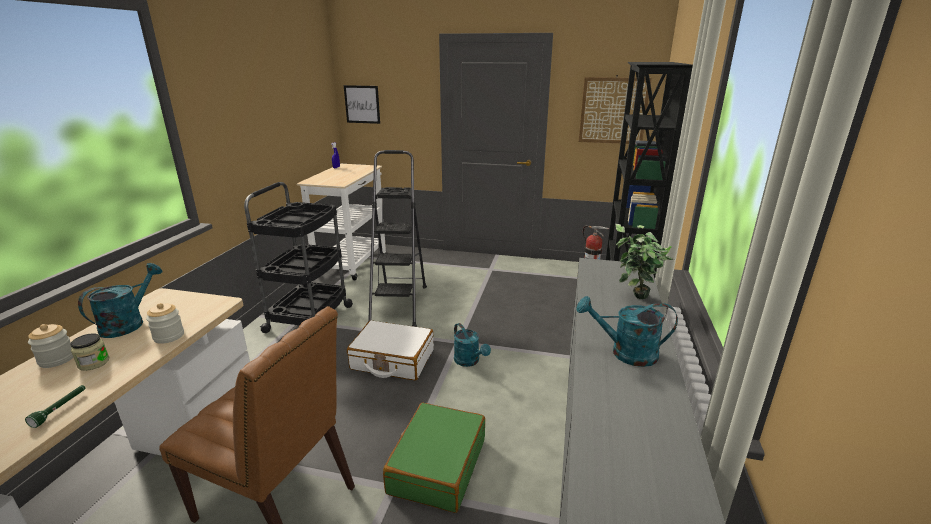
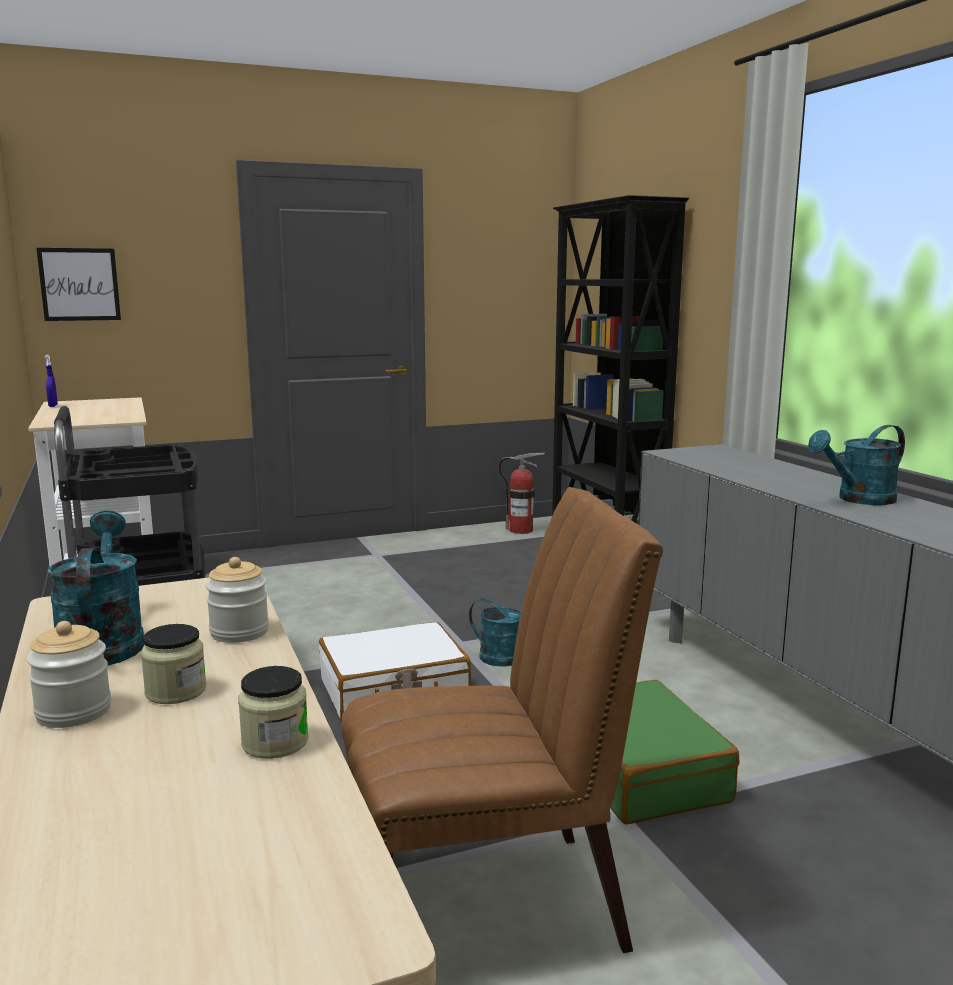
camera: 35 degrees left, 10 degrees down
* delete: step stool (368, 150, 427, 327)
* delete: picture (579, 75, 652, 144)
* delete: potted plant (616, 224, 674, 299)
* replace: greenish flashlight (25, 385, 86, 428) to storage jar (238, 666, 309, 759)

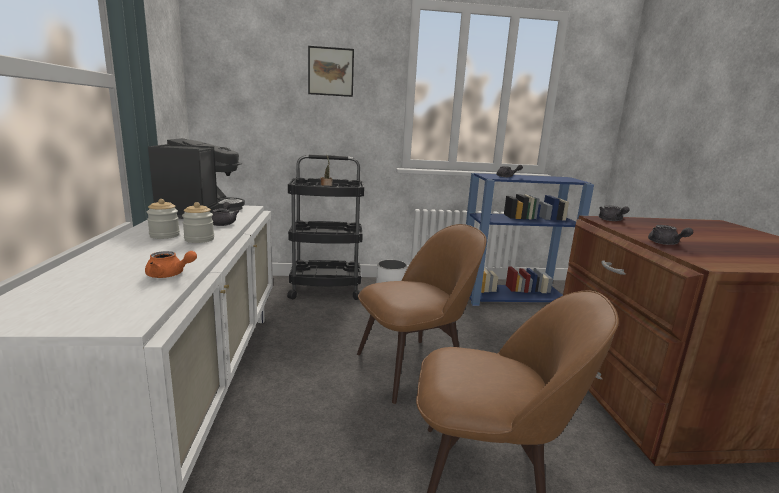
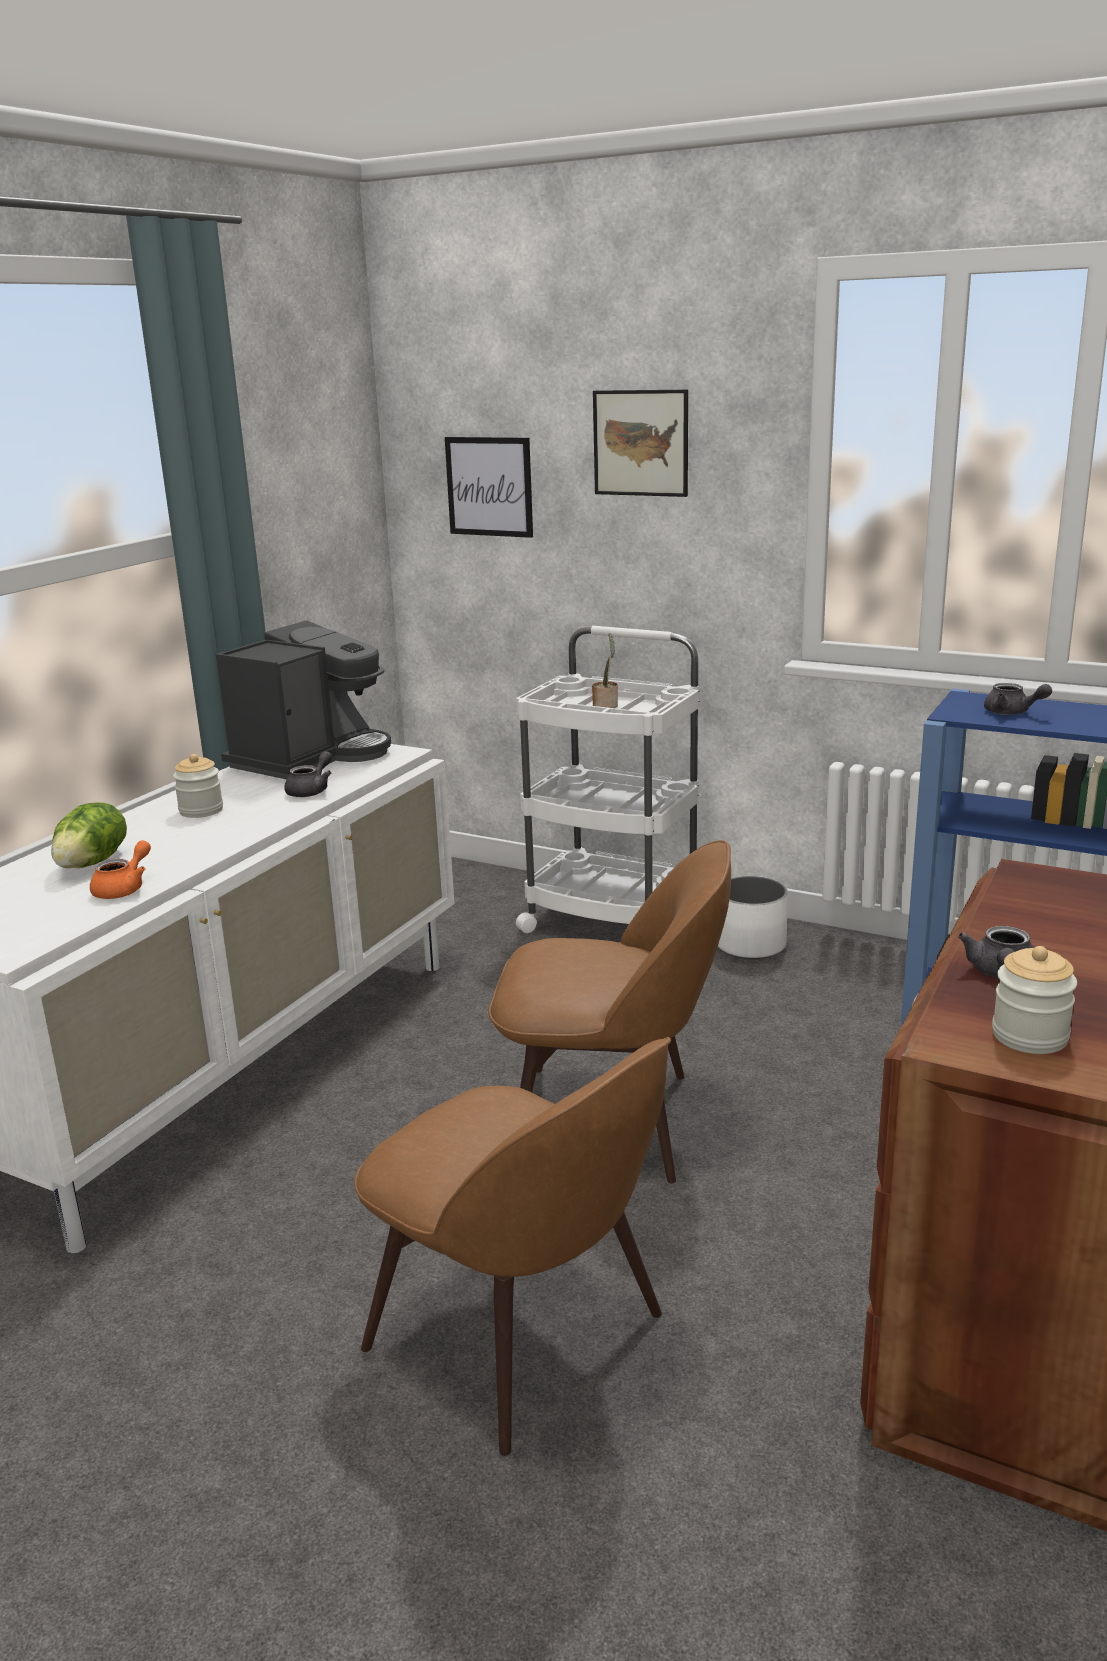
camera: 35 degrees right, 5 degrees up
* delete: gray teapot (599, 205, 630, 221)
* insert: lettuce head (51, 802, 127, 868)
* insert: picture (445, 437, 533, 538)
* move: storage jar (182, 202, 214, 243) to (992, 946, 1077, 1054)
* recolor: black-coloured wheeled cart (287, 155, 364, 300) to white wheeled cart (516, 626, 700, 933)
* rotate: orangey teapot (145, 251, 197, 278) = (90, 840, 151, 899) 105 degrees counterclockwise

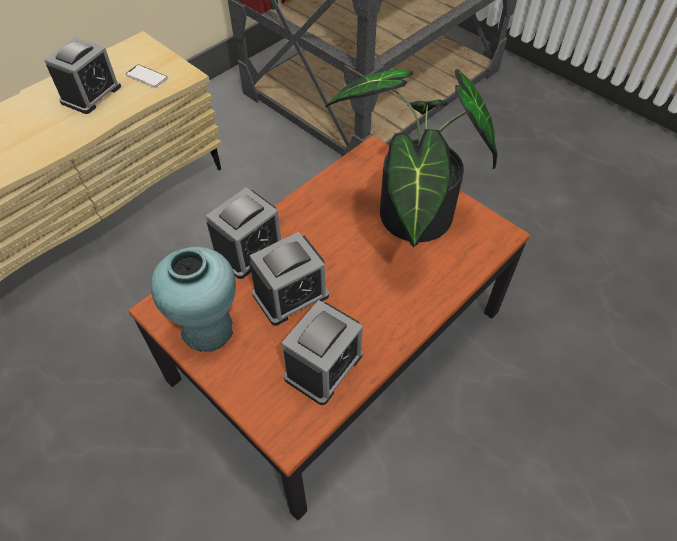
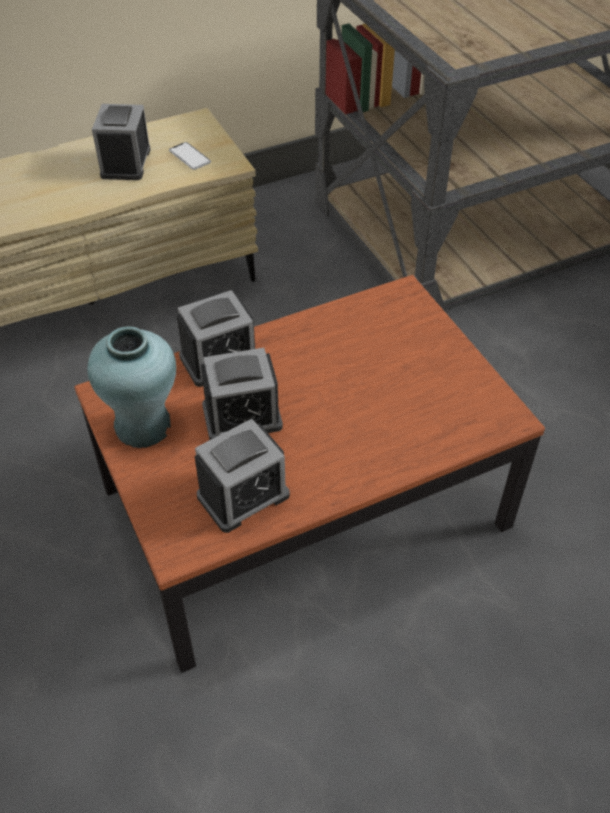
camera: 20 degrees right, 5 degrees down
* delete: potted plant (325, 69, 498, 247)
* rotate: alarm clock (44, 37, 121, 114) = (92, 104, 151, 180) 135 degrees clockwise

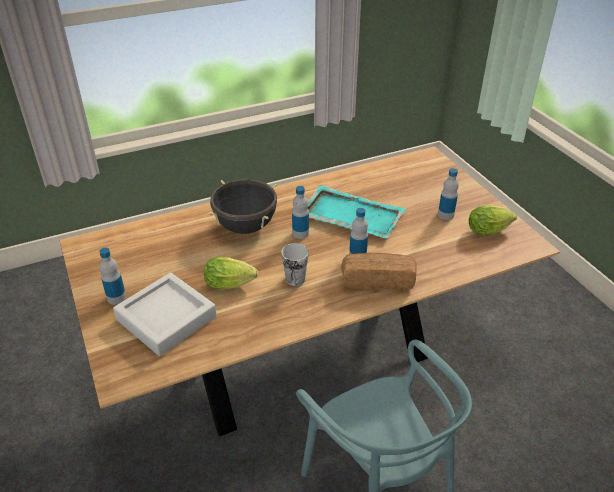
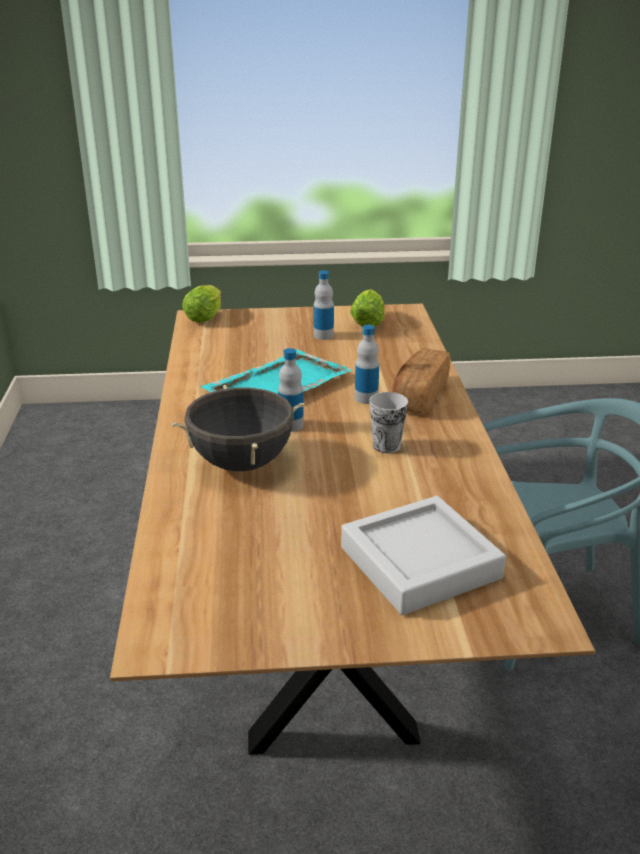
camera: 70 degrees left, 10 degrees down
* delete: drink bottle (99, 248, 126, 305)
* move: lettuce head (204, 257, 258, 289) to (182, 285, 221, 323)

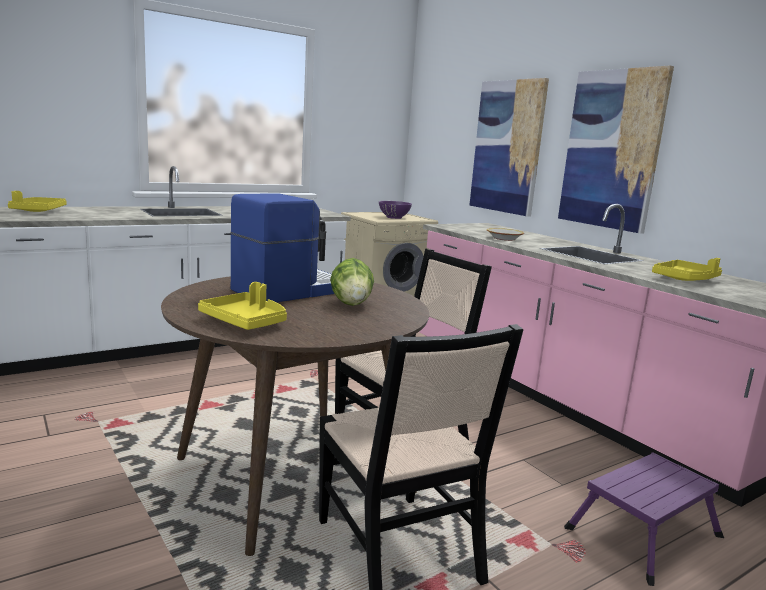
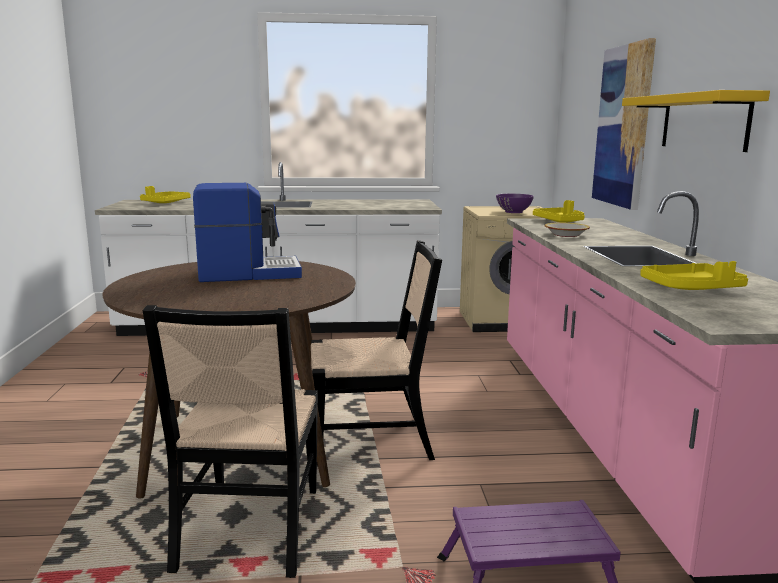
camera: 30 degrees right, 0 degrees up
* delete: lettuce head (330, 258, 374, 306)
* move: yellow-coloured tray (198, 282, 287, 330) to (533, 200, 585, 223)
* replace: picture (558, 66, 674, 234) to yellow-coloured bracket shelf (622, 90, 770, 152)

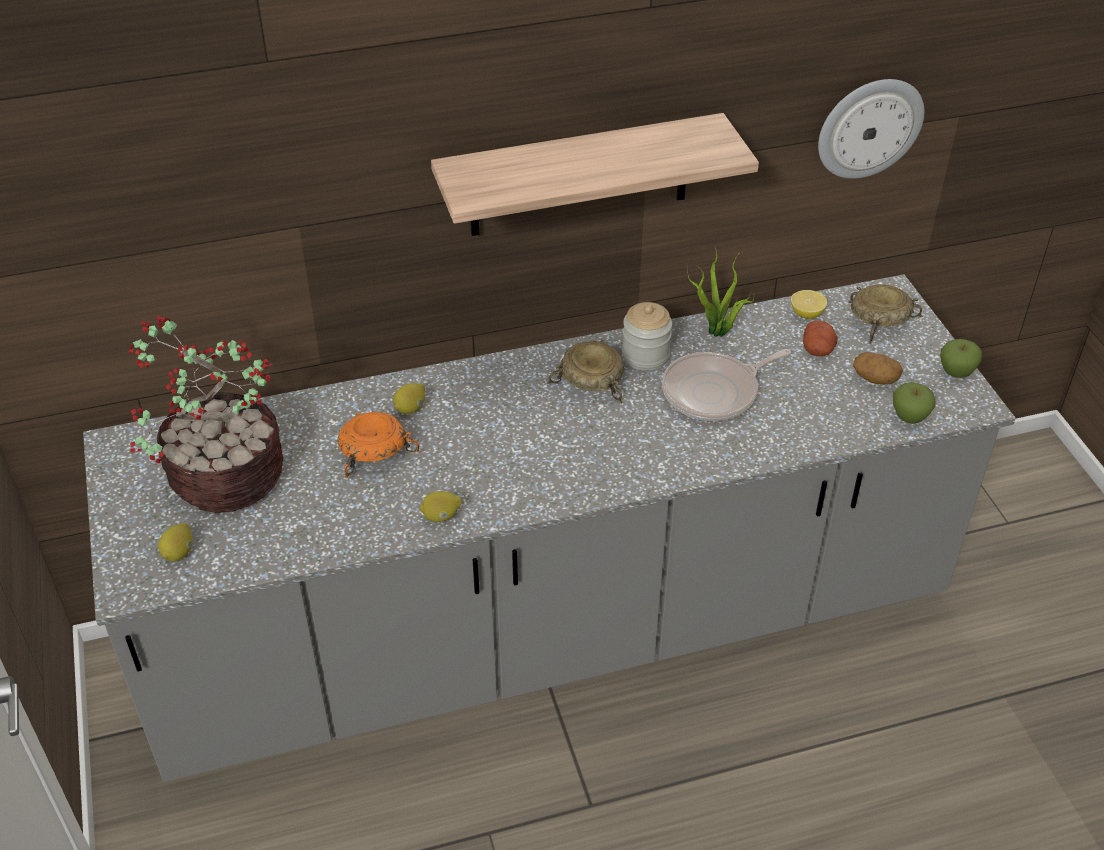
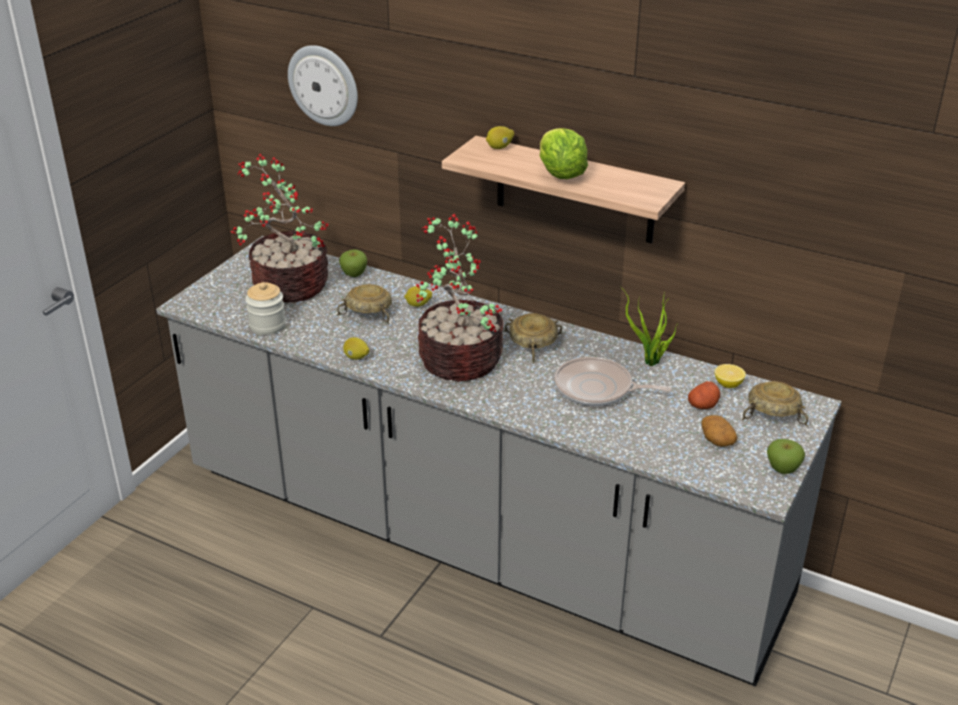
camera: 45 degrees right, 10 degrees down
* insert: potted plant (416, 214, 504, 382)
* insert: lettuce head (539, 128, 588, 179)
* move: whole lemon (158, 523, 193, 561) to (486, 126, 514, 149)
* move: storage jar (622, 302, 672, 371) to (245, 282, 286, 335)
* move: clock on the wall (818, 79, 924, 179) to (288, 45, 358, 126)
* move: apple (893, 383, 936, 424) to (339, 249, 367, 277)
* recolor: orangey deep dish (338, 412, 421, 479) to beige deep dish (337, 284, 392, 324)

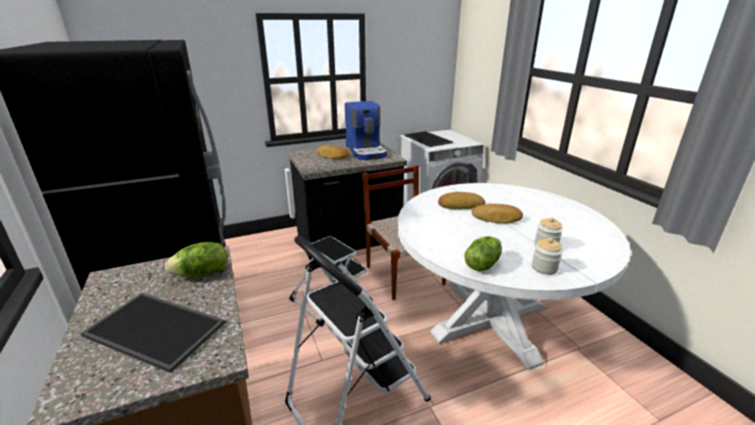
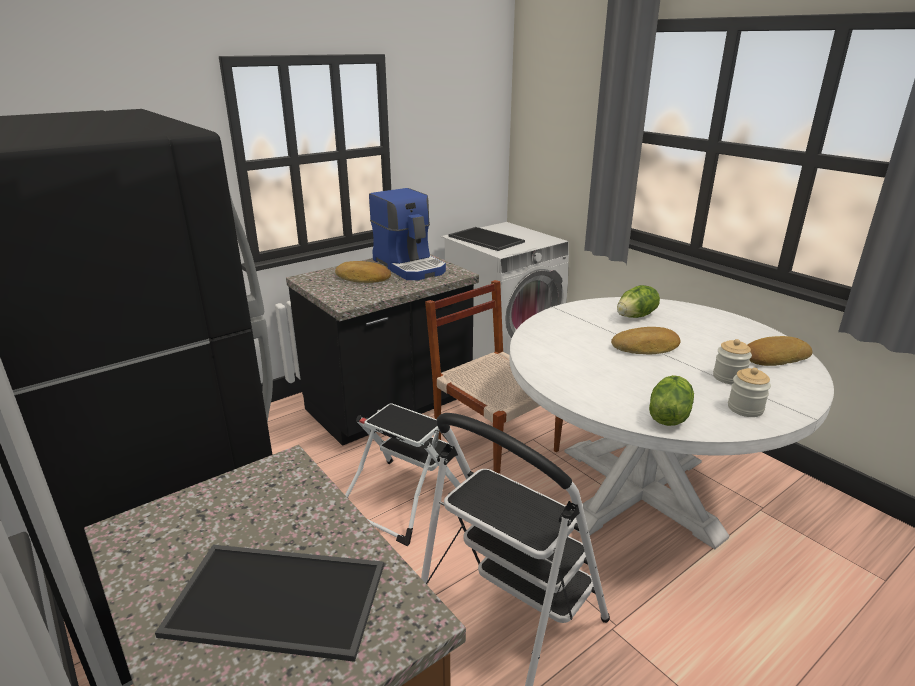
camera: 15 degrees left, 0 degrees up
* move: lettuce head (165, 242, 227, 277) to (617, 285, 660, 318)
* move: baked bread (438, 192, 485, 209) to (747, 336, 812, 366)

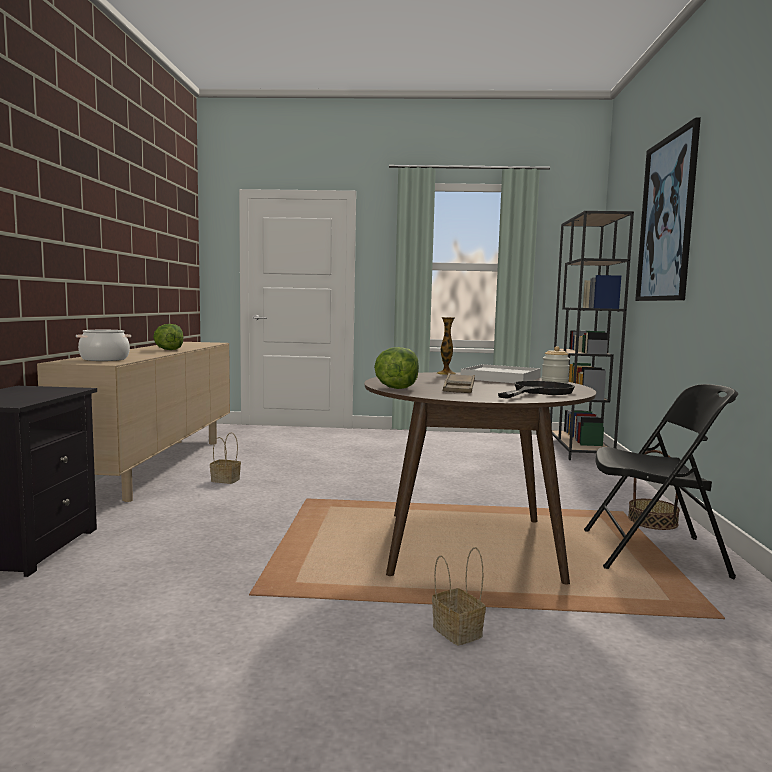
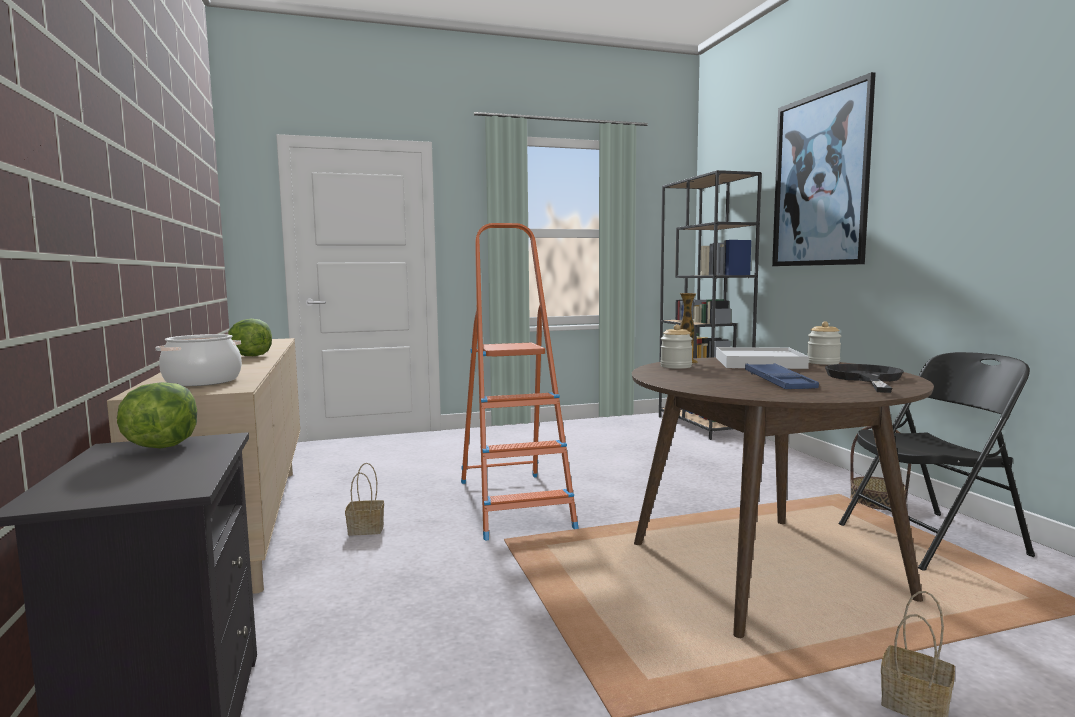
camera: 20 degrees left, 0 degrees up
* insert: orangey step stool (461, 223, 579, 540)
* insert: storage jar (660, 324, 693, 369)
* move: lettuce head (374, 347, 419, 389) to (117, 382, 197, 448)
* recolor: brownish tray (443, 373, 475, 393) to blue-coloured tray (745, 363, 819, 389)

